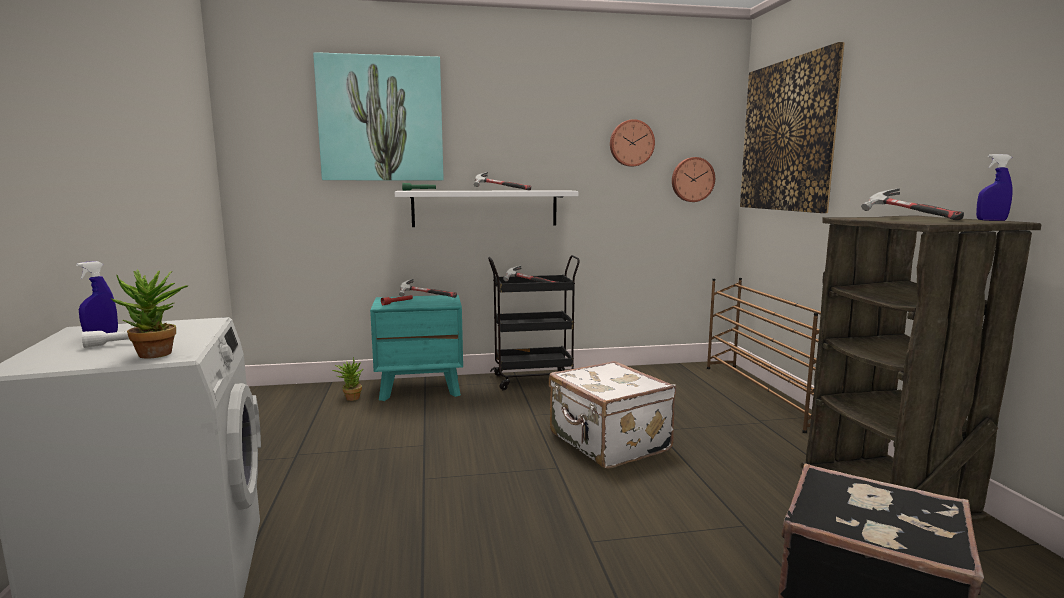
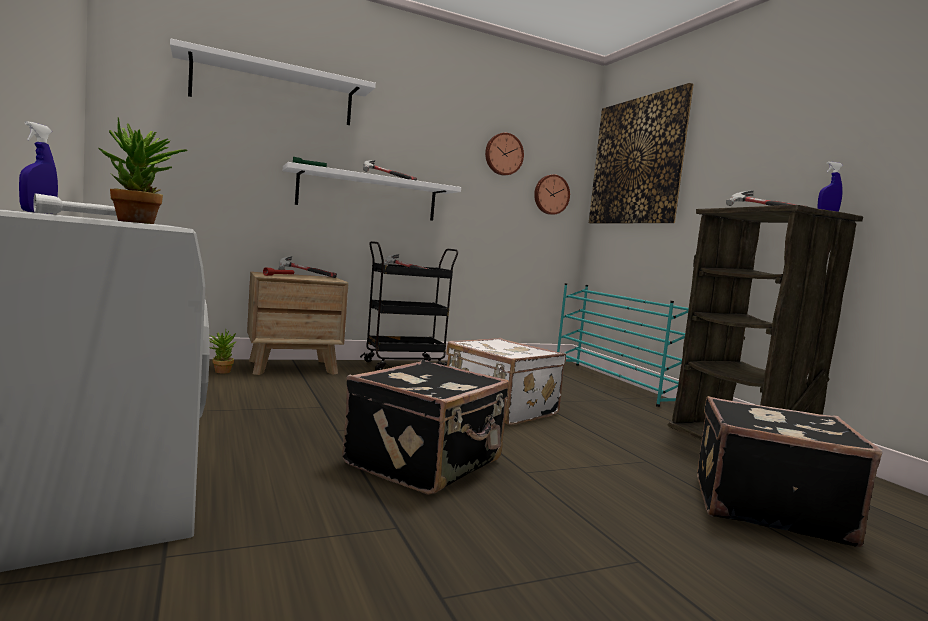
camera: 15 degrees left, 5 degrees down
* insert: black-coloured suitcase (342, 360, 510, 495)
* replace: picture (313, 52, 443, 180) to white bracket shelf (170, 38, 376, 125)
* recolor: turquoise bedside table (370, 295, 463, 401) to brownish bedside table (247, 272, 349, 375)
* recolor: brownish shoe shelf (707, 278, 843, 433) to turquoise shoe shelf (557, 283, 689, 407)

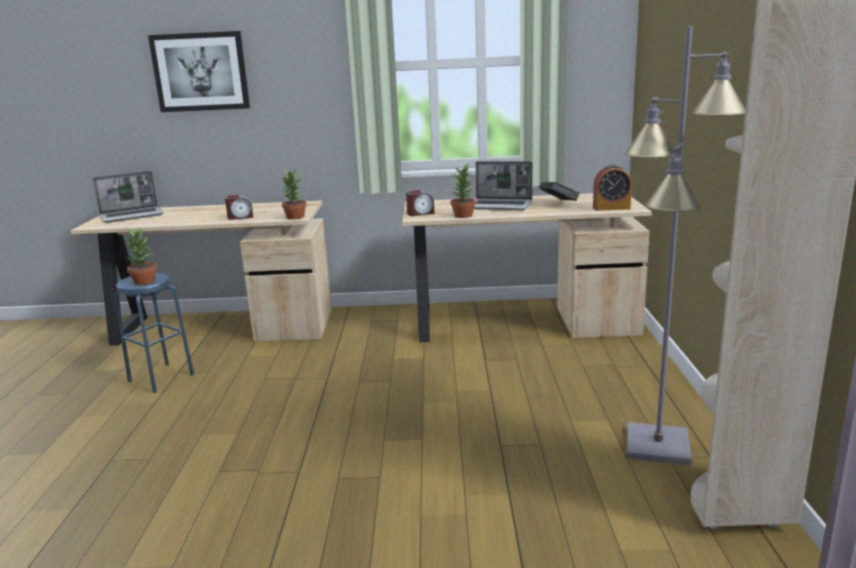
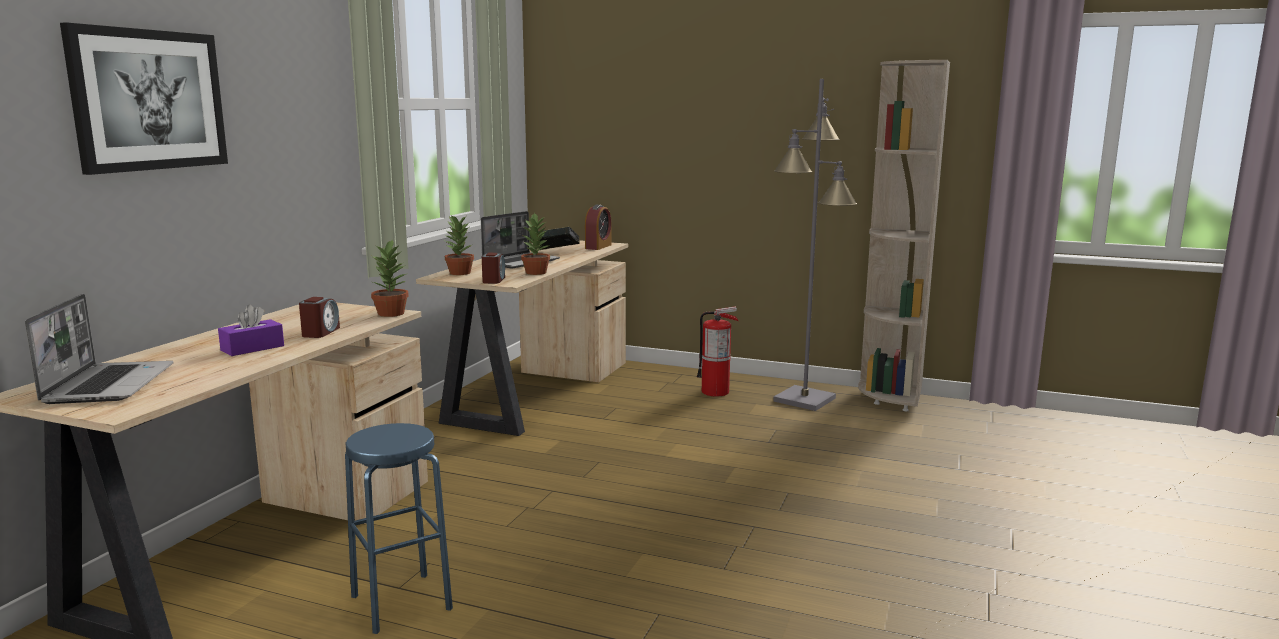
camera: 70 degrees left, 5 degrees down
* insert: purple-coloured tissue box (218, 305, 284, 356)
* insert: fire-fighting cylinder (697, 306, 738, 396)
* move: potted plant (125, 227, 157, 285) to (445, 215, 474, 275)

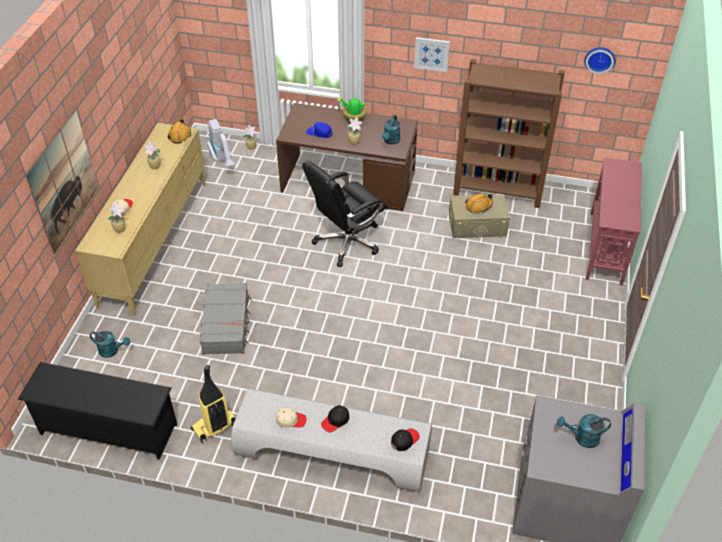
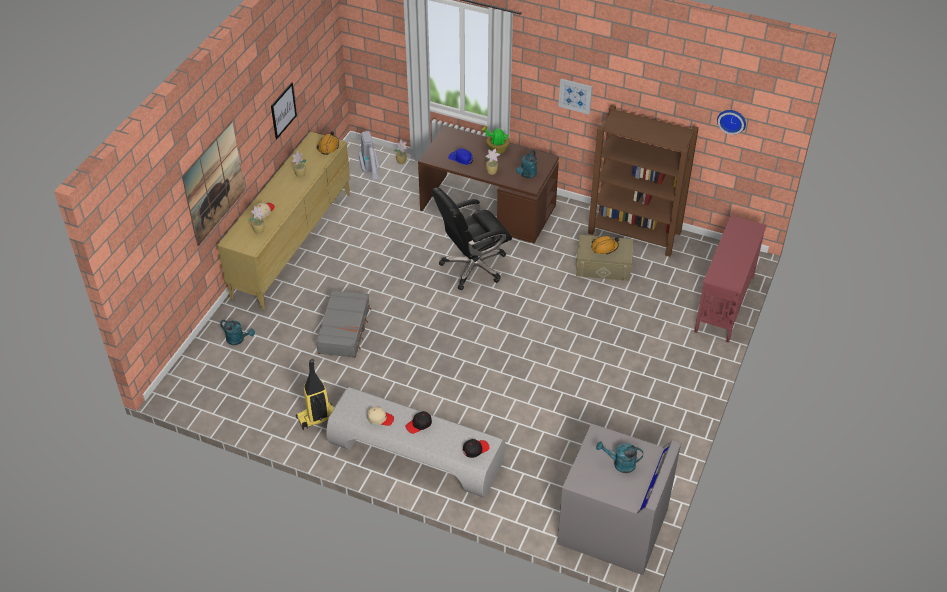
camera: 10 degrees right, 0 degrees up
* delete: black-coloured shoe shelf (18, 362, 177, 460)
* insert: picture (271, 82, 297, 139)

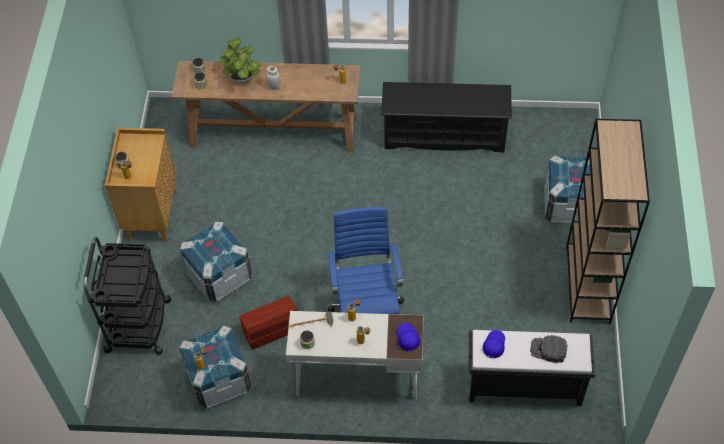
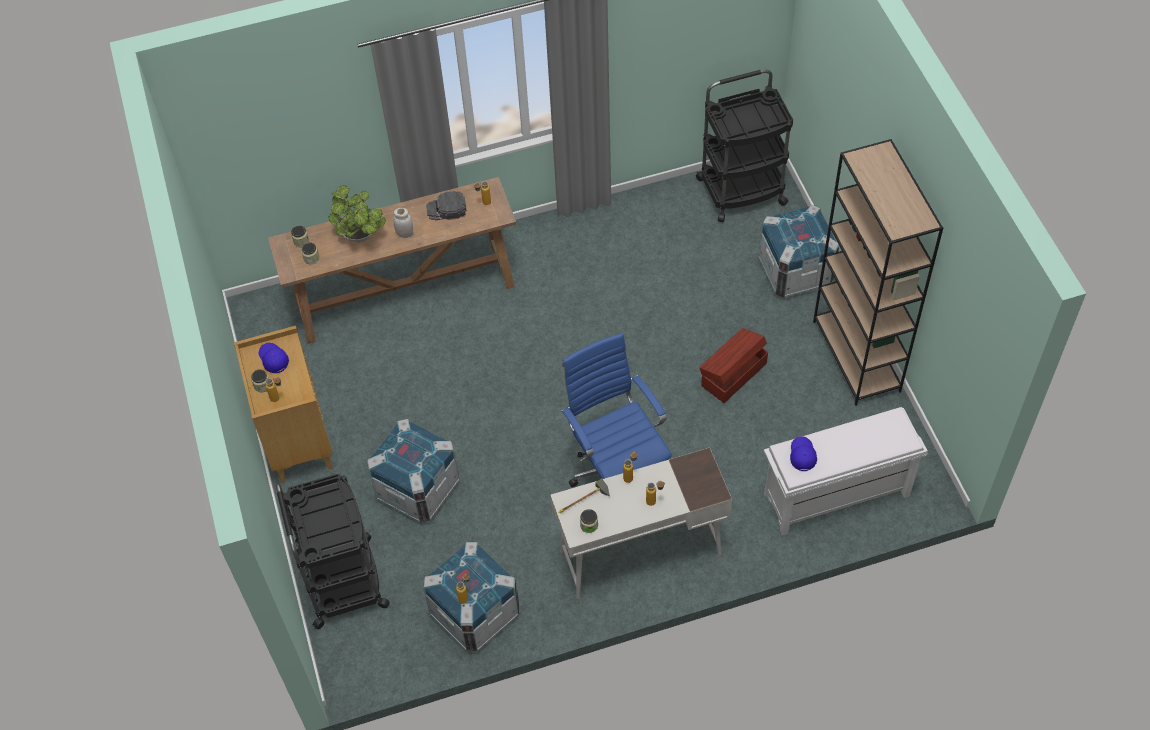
camera: 20 degrees left, 0 degrees up
* delete: black-coloured shoe shelf (381, 82, 512, 153)
* insert: black-coloured wheeled cart (696, 70, 793, 222)
* move: brownish storage container (239, 296, 298, 350) to (699, 328, 768, 403)
* move: blue-coloured peaked cap (397, 323, 420, 351) to (258, 343, 289, 373)
* move: black-coloured peaked cap (530, 335, 568, 363) to (426, 191, 467, 220)
* recolor: black-coloured long seat (469, 330, 595, 406) to white long seat (764, 407, 928, 536)

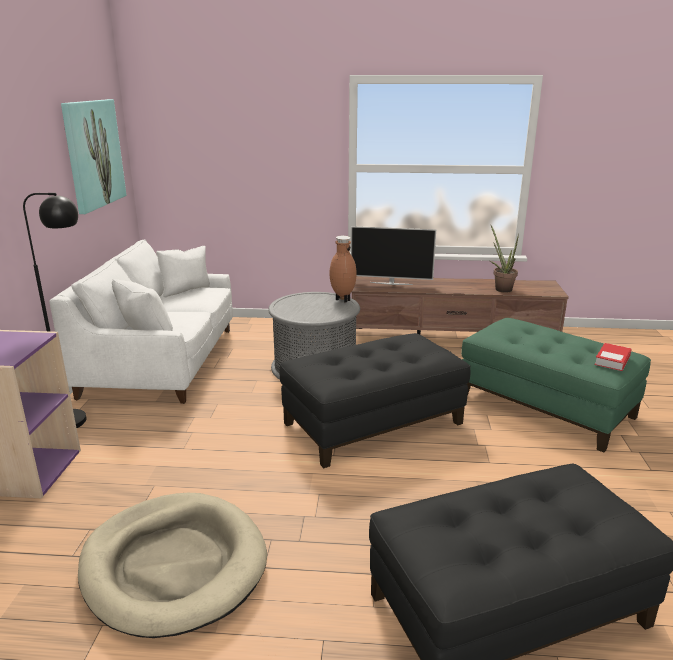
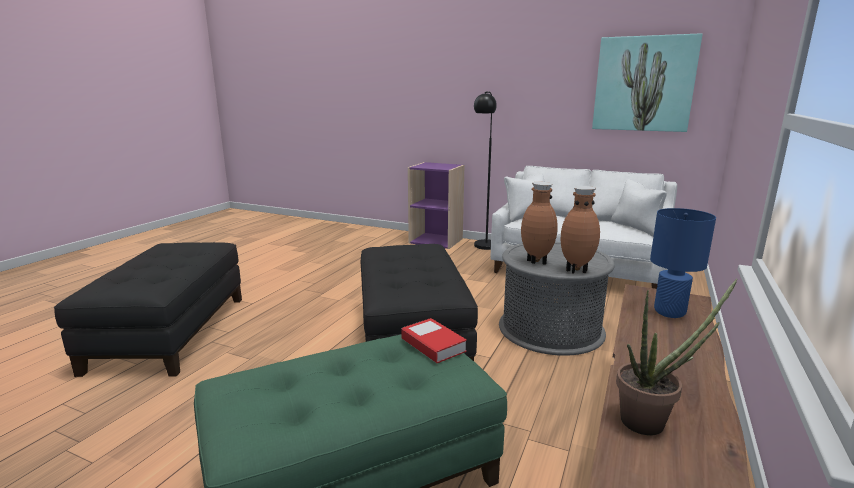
camera: 110 degrees right, 5 degrees down
* delete: beige dog cushion (78, 493, 267, 638)
* insert: brownish flower vase (521, 182, 558, 265)
* move: bound book (595, 343, 632, 371) to (401, 318, 467, 363)
* replace: television (351, 226, 436, 285) to blue-coloured tabletop lamp (650, 208, 716, 318)

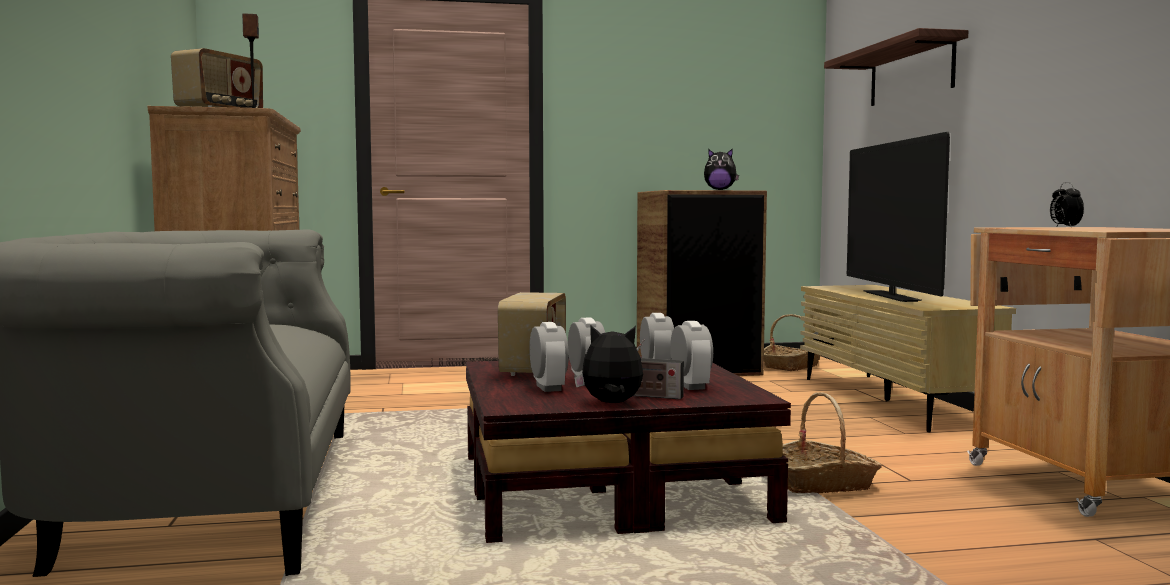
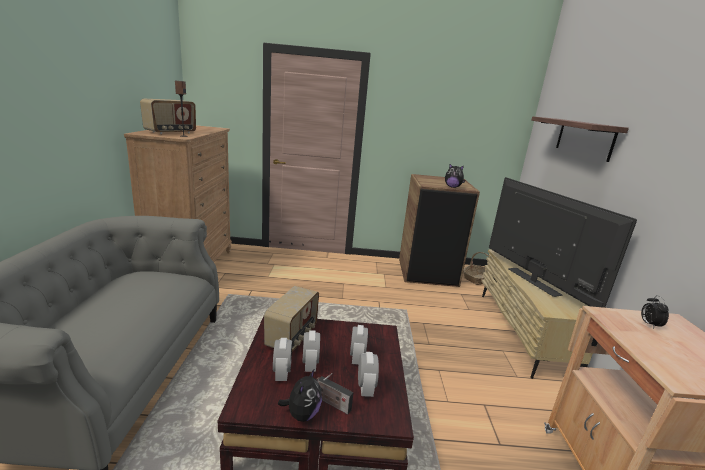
camera: 10 degrees right, 15 degrees up
* delete: basket (783, 392, 882, 493)
* rotate: soft toy (574, 325, 643, 403) = (278, 368, 322, 422) 90 degrees clockwise
* rotate: television (847, 132, 950, 302) = (489, 177, 637, 308) 150 degrees clockwise

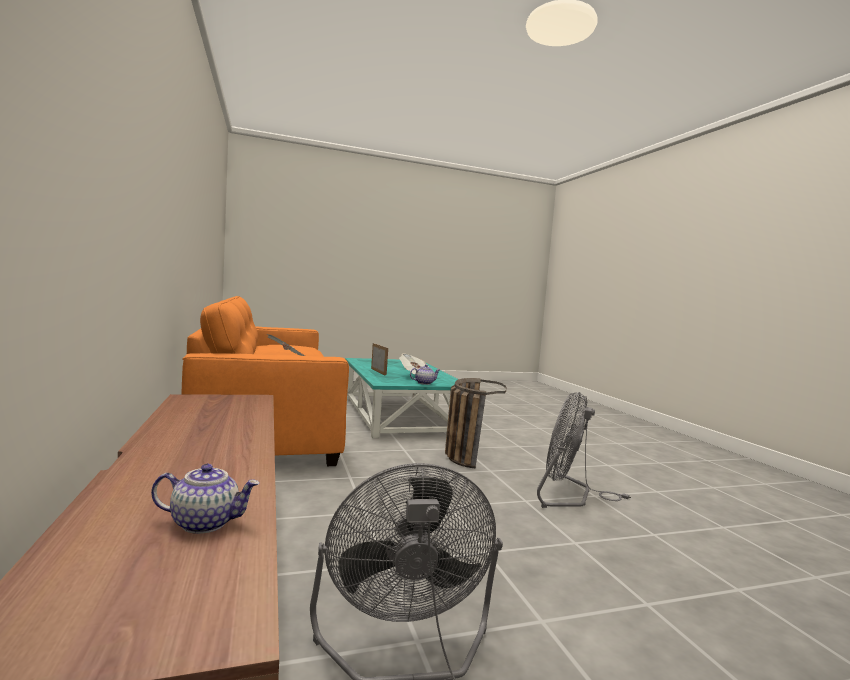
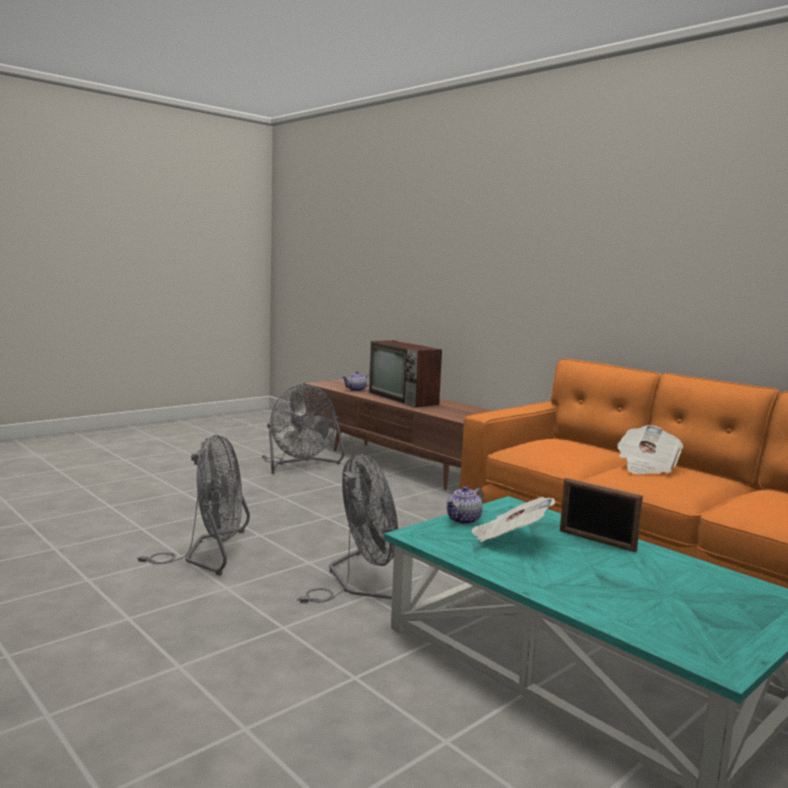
camera: 155 degrees right, 5 degrees up
* insert: television (369, 340, 442, 407)
* replace: basket (445, 378, 507, 469) to gray electric fan (297, 454, 398, 603)

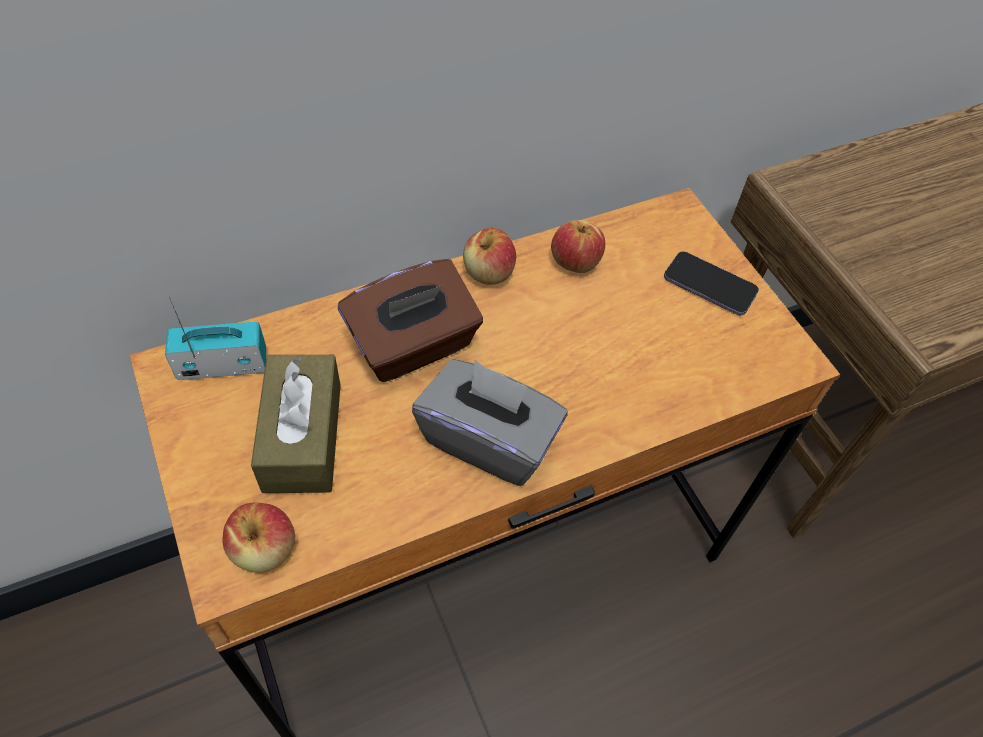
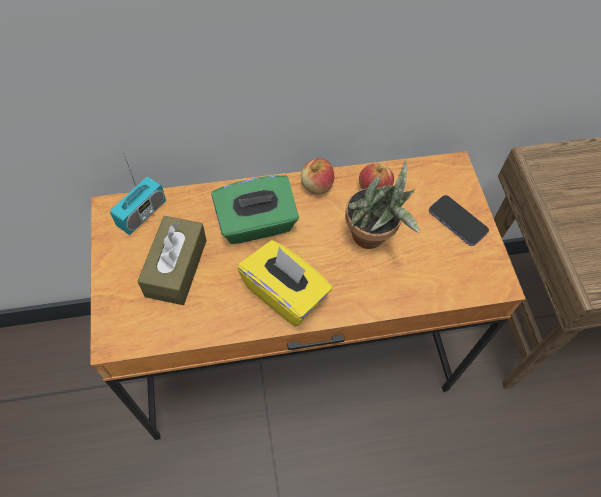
camera: 15 degrees right, 5 degrees up
* delete: apple (223, 503, 295, 573)
* insert: potted plant (345, 160, 420, 249)
* recolor: brownish tissue box (338, 259, 483, 382) to greenish tissue box (212, 175, 299, 244)
* recolor: gray tissue box (412, 359, 567, 486) to yellow-coloured tissue box (237, 240, 333, 327)
* rotate: radio set (165, 297, 266, 380) = (110, 152, 166, 235) 120 degrees clockwise

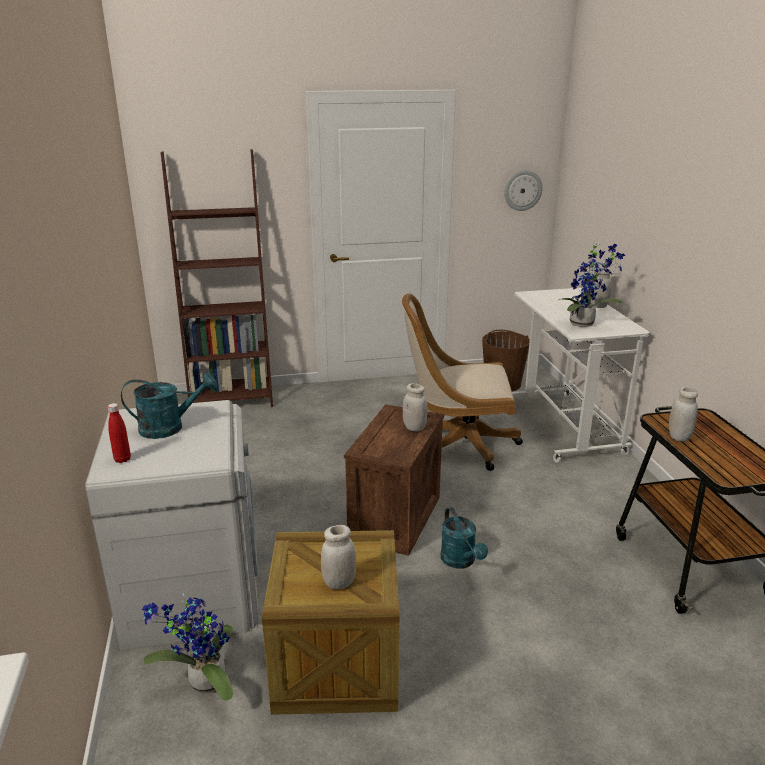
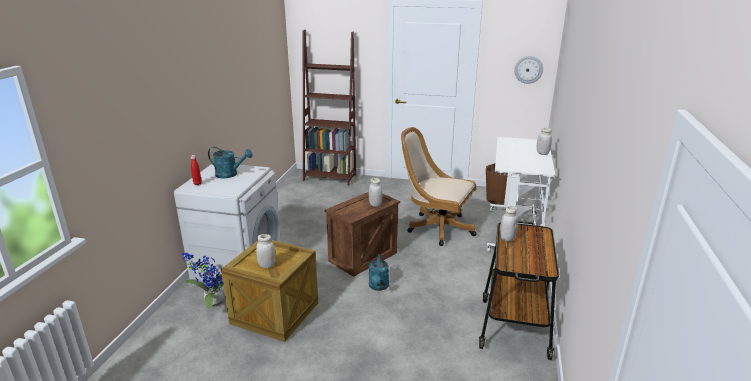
camera: 25 degrees right, 0 degrees up
* delete: potted plant (559, 243, 625, 327)

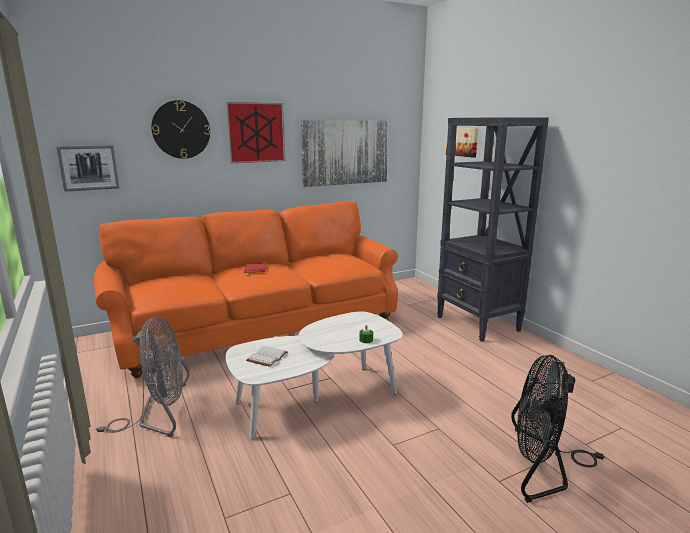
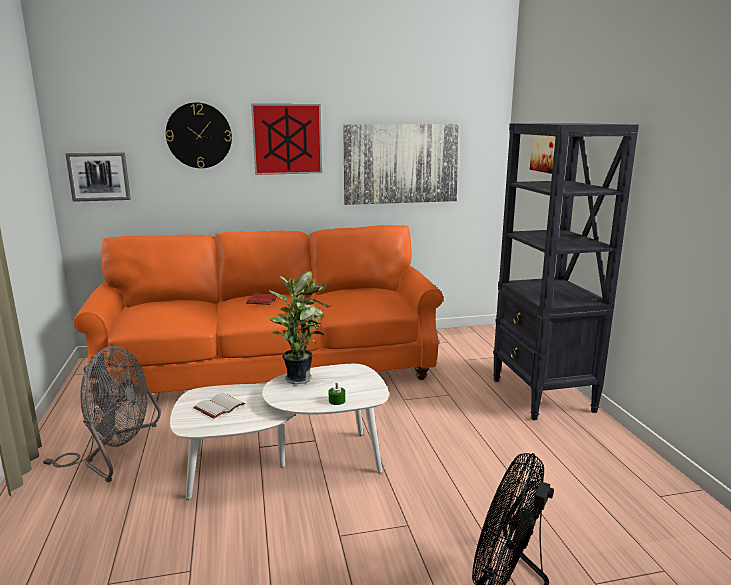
camera: 15 degrees right, 0 degrees up
* insert: potted plant (269, 271, 332, 384)

